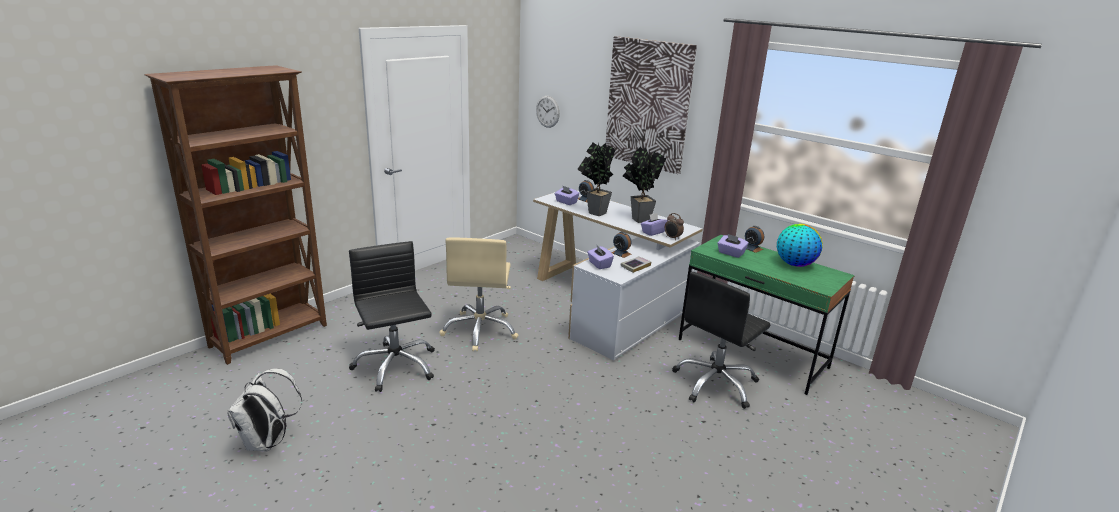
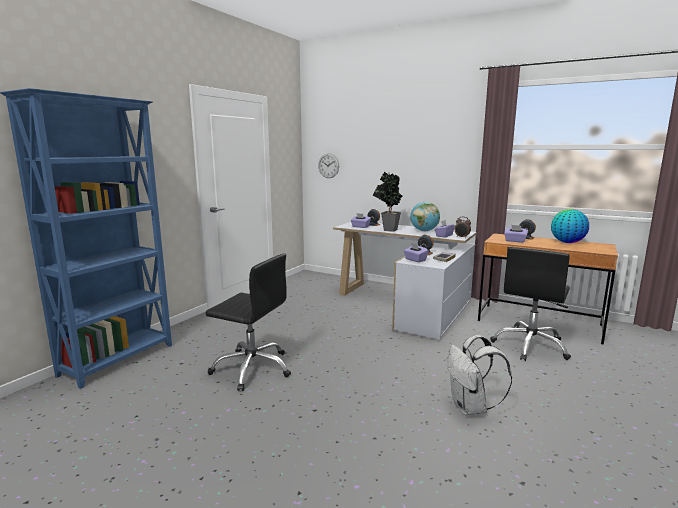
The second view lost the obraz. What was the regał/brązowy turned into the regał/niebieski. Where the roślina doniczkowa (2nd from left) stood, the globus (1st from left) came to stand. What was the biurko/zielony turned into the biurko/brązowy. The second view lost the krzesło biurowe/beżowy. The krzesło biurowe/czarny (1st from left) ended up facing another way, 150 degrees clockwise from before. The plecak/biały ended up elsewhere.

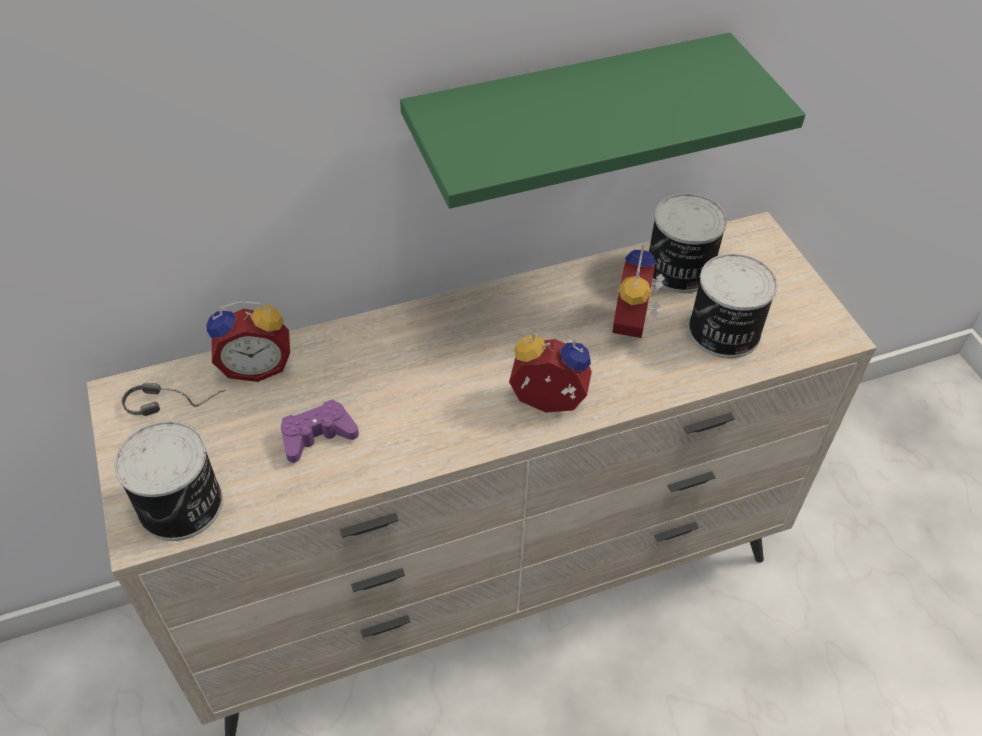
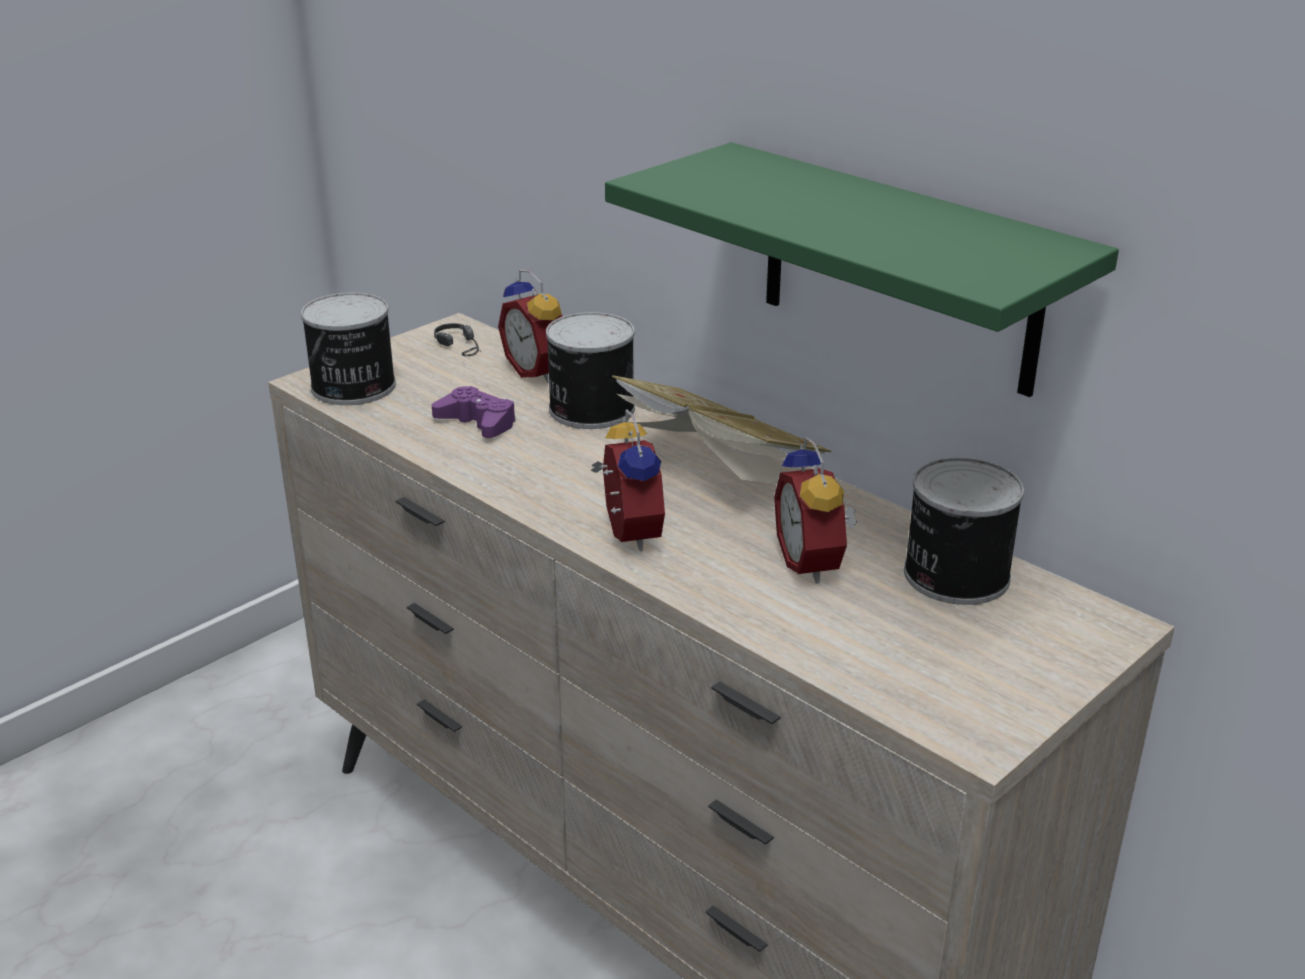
The budzik (3rd from left) ended up facing another way, 90 degrees counterclockwise from before. The puszka (3rd from left in the first image) ended up elsewhere. The second view gained the książka.

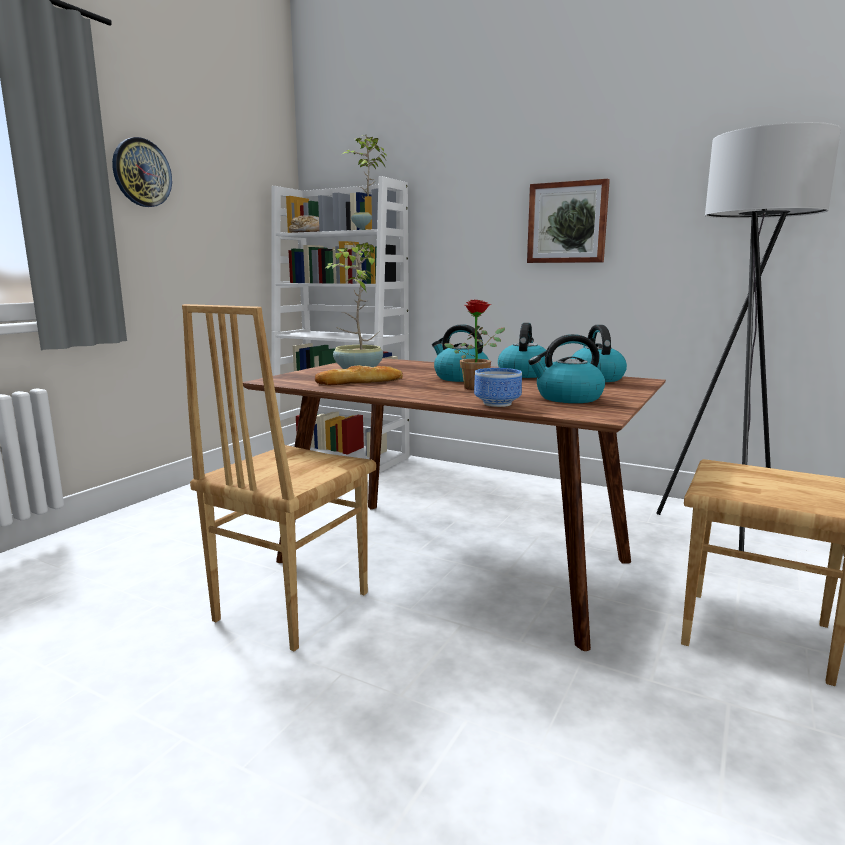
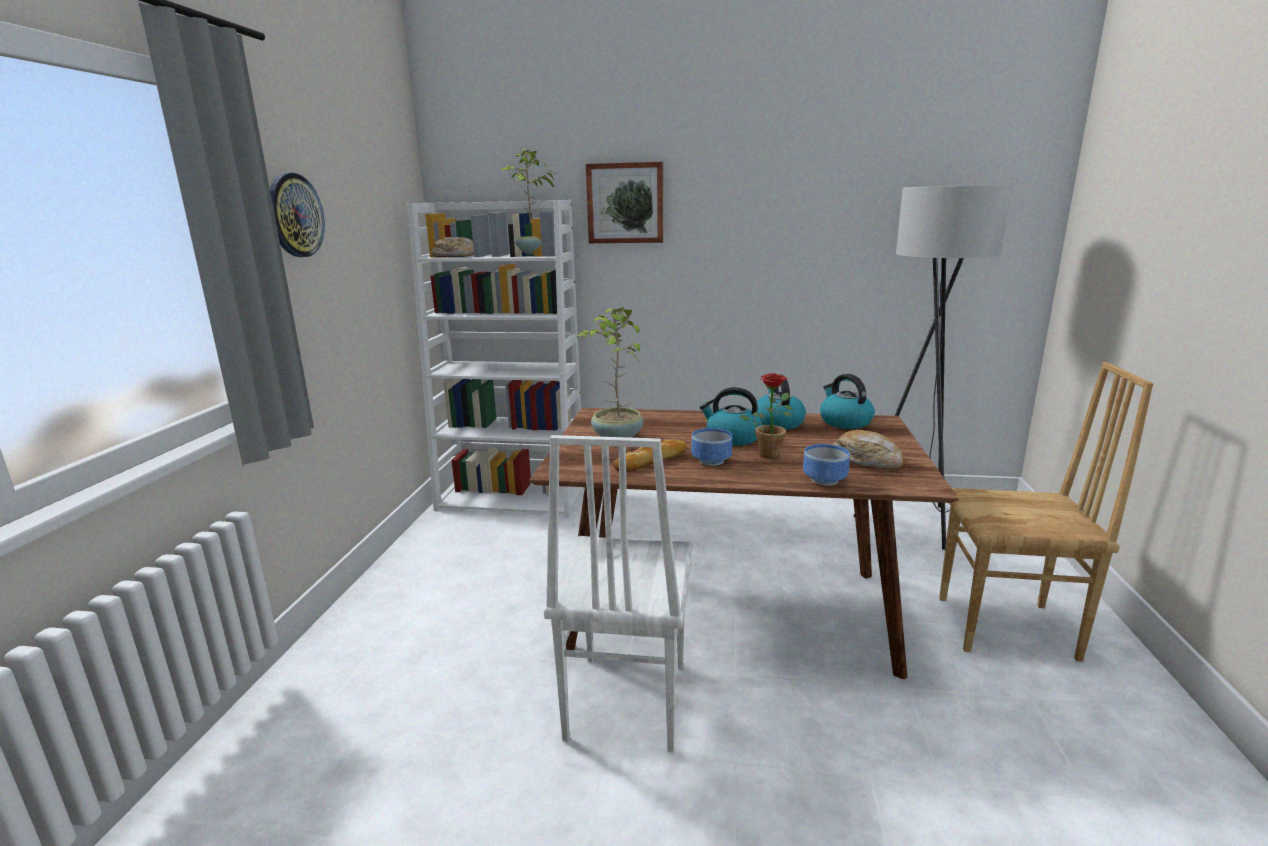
The obraz ended up elsewhere. What was the krzesło/brązowy (1st from left) turned into the krzesło/biały. Where the czajnik (3rd from left) stood, the chleb (3rd from left) came to stand. The second view gained the miska (1st from left).

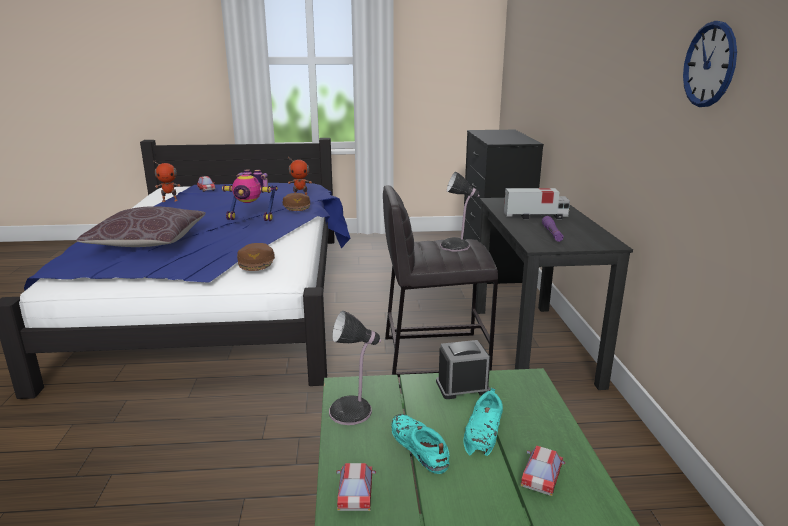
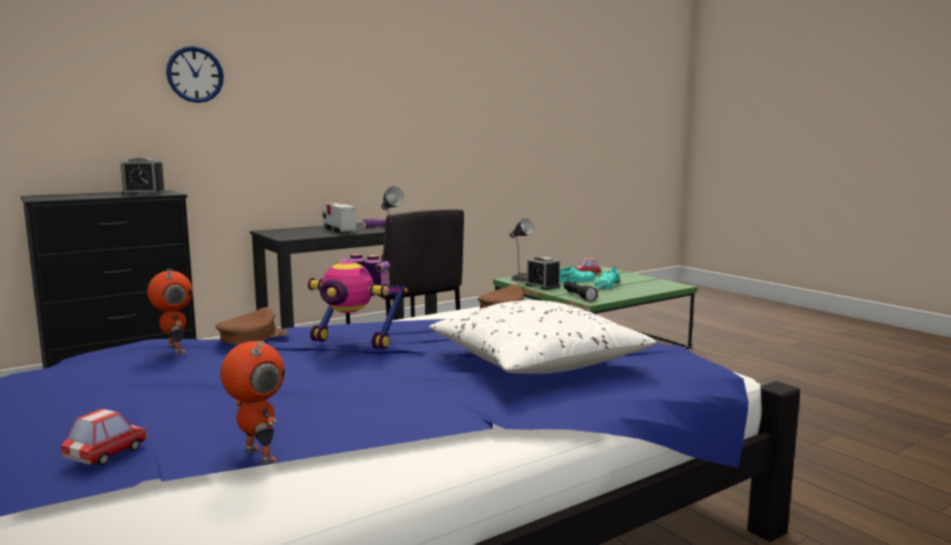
The zegar ścienny ended up elsewhere. The robot zabawkowy (2nd from left in the first image) ended up facing another way, 135 degrees clockwise from before. What was the poduszka/brązowy turned into the poduszka/biały. The lampa stołowa (1st from left in the first image) ended up elsewhere. The second view lost the samochodzik (2nd from left). The second view gained the budzik (1st from left). The second view gained the latarka/czarny.

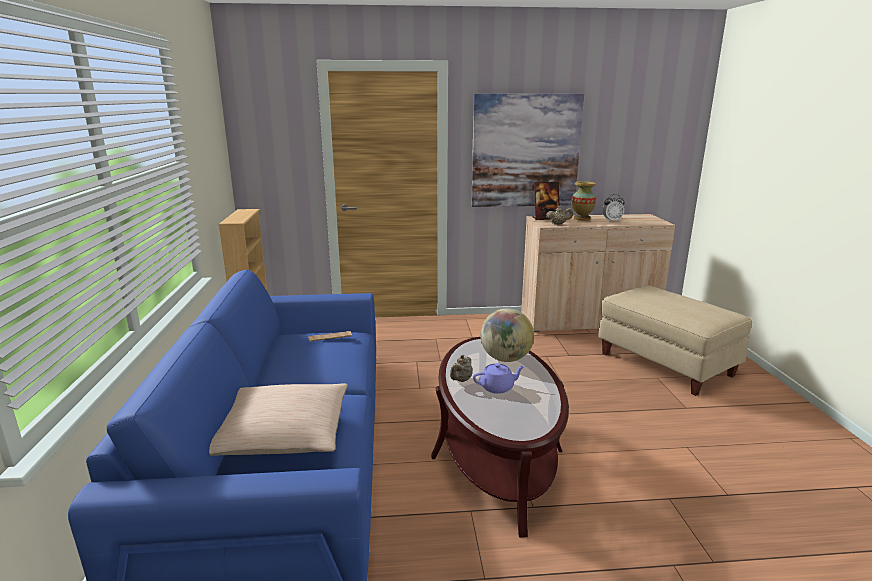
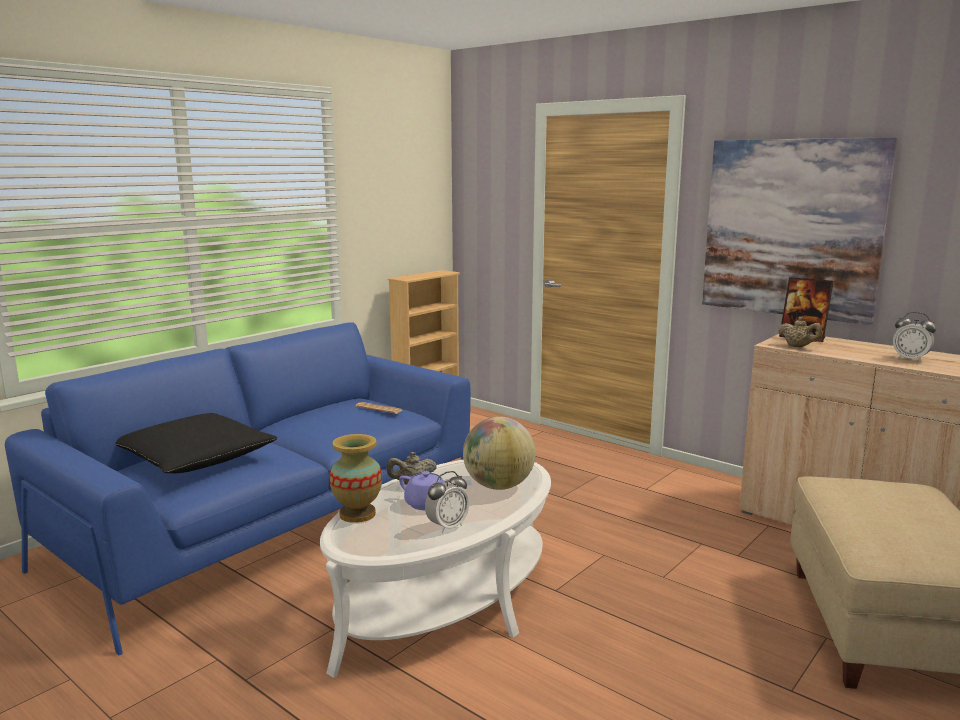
The wazon ended up elsewhere. What was the ława/brązowy turned into the ława/biały. What was the poduszka/beżowy turned into the poduszka/czarny. The second view gained the budzik (1st from left).

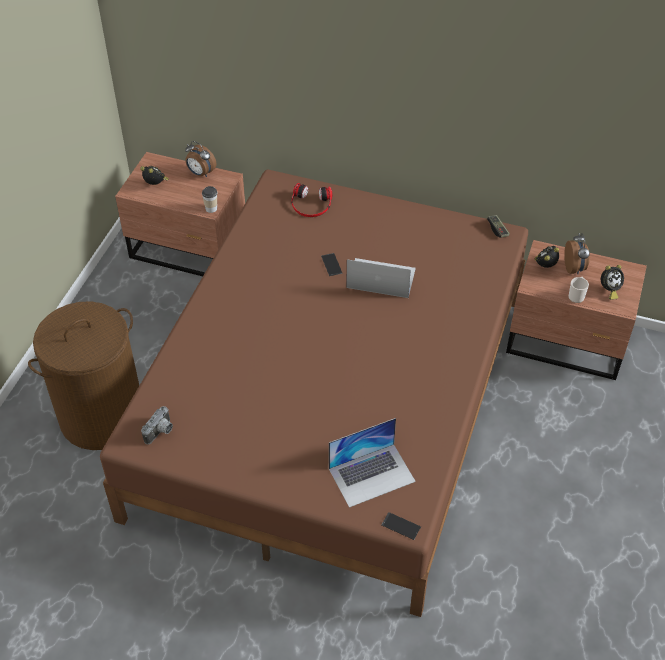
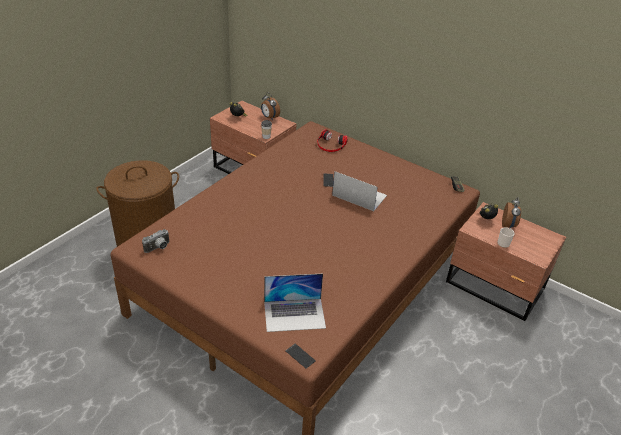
The second view lost the budzik (5th from left).

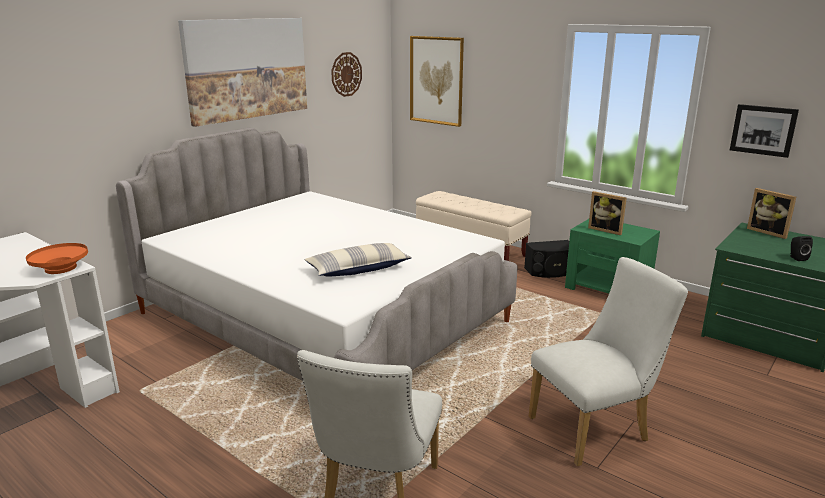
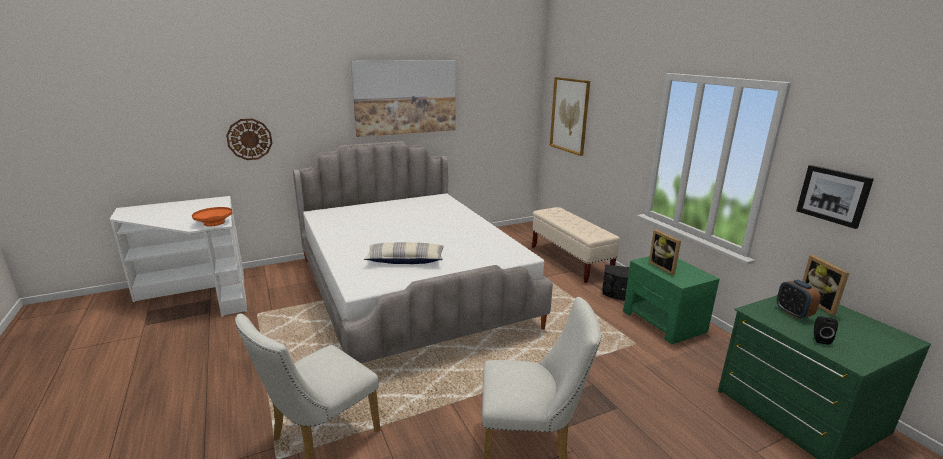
The zegar ścienny ended up elsewhere. The second view gained the budzik.

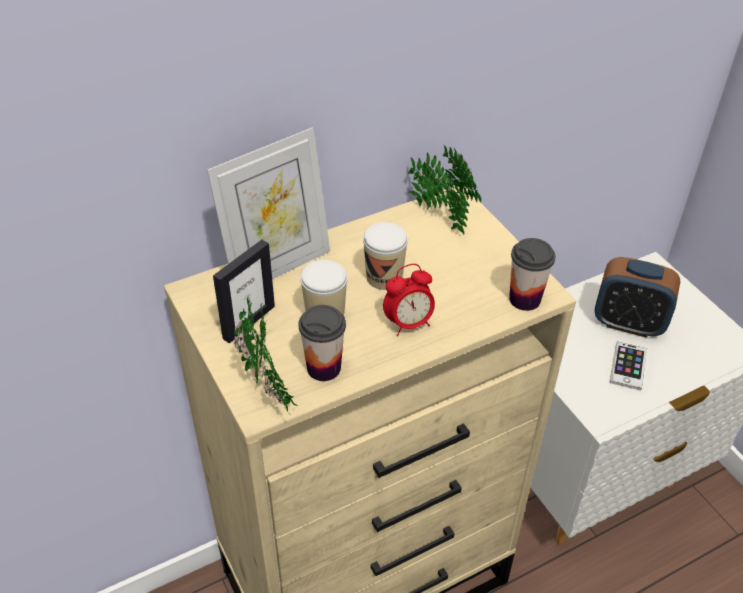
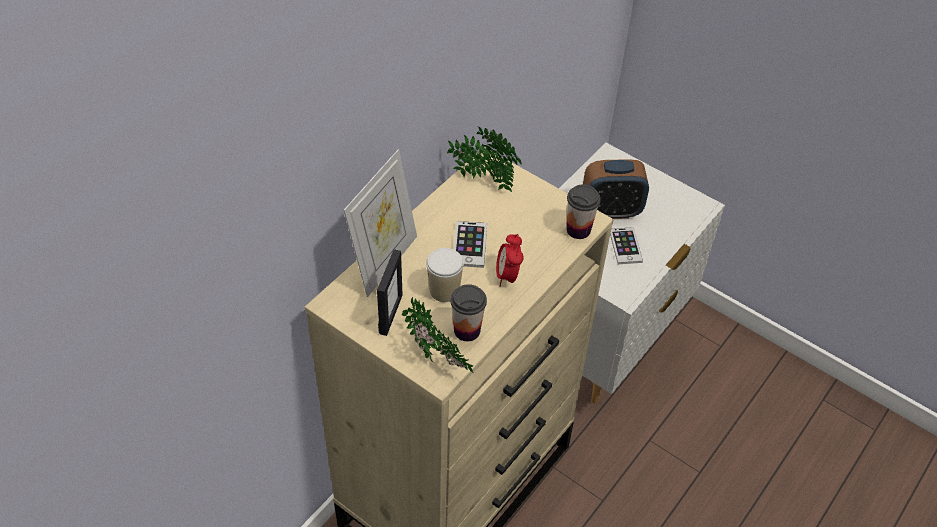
Where the filiżanka (3rd from left) stood, the telefon (1st from left) came to stand. The budzik (1st from left) ended up facing another way, 135 degrees clockwise from before.

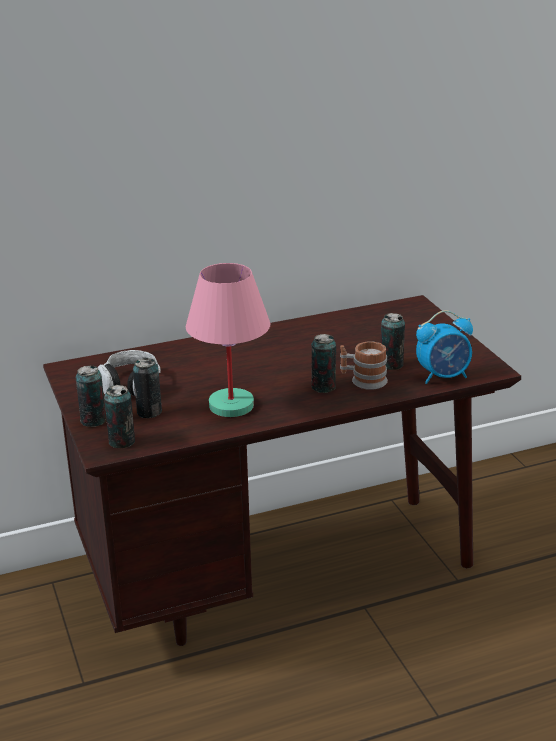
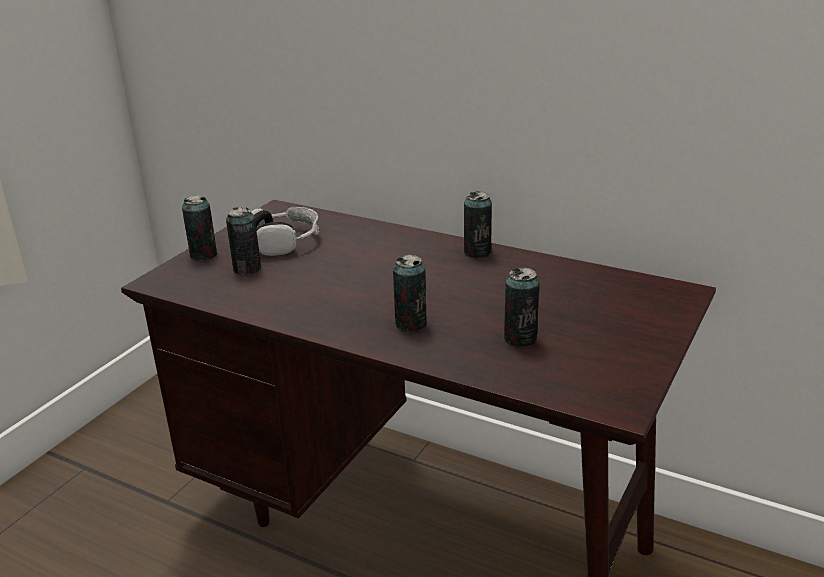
The second view lost the lampa stołowa/różowy. The second view lost the budzik. The second view lost the kubek. The puszka (2nd from left in the first image) ended up elsewhere.

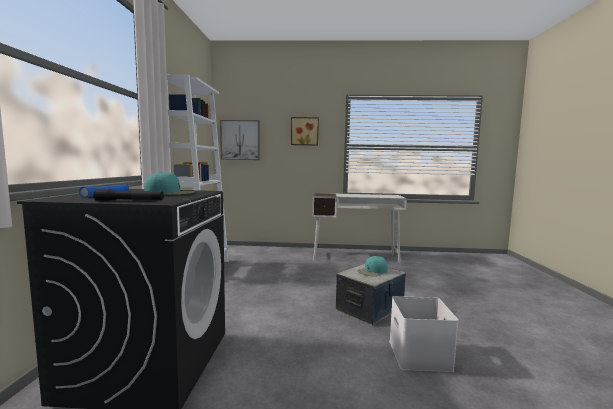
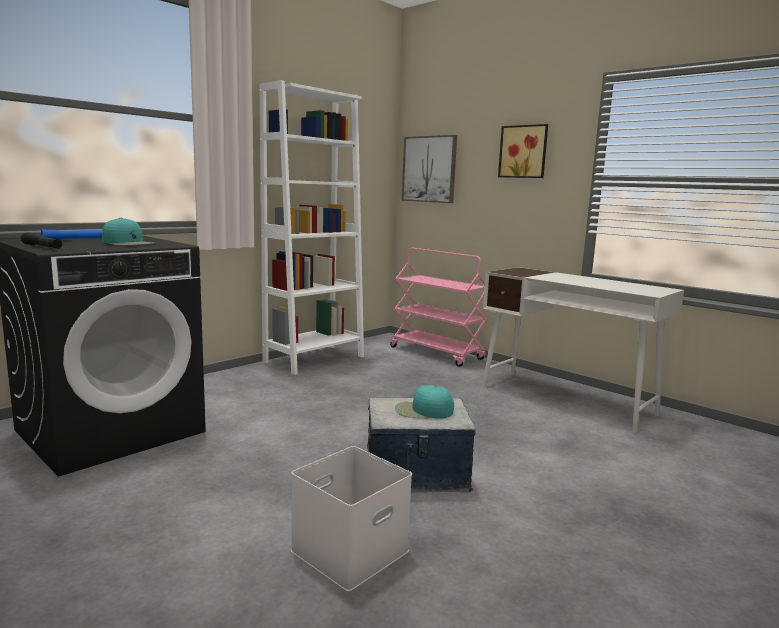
The second view gained the wózek/różowy.

